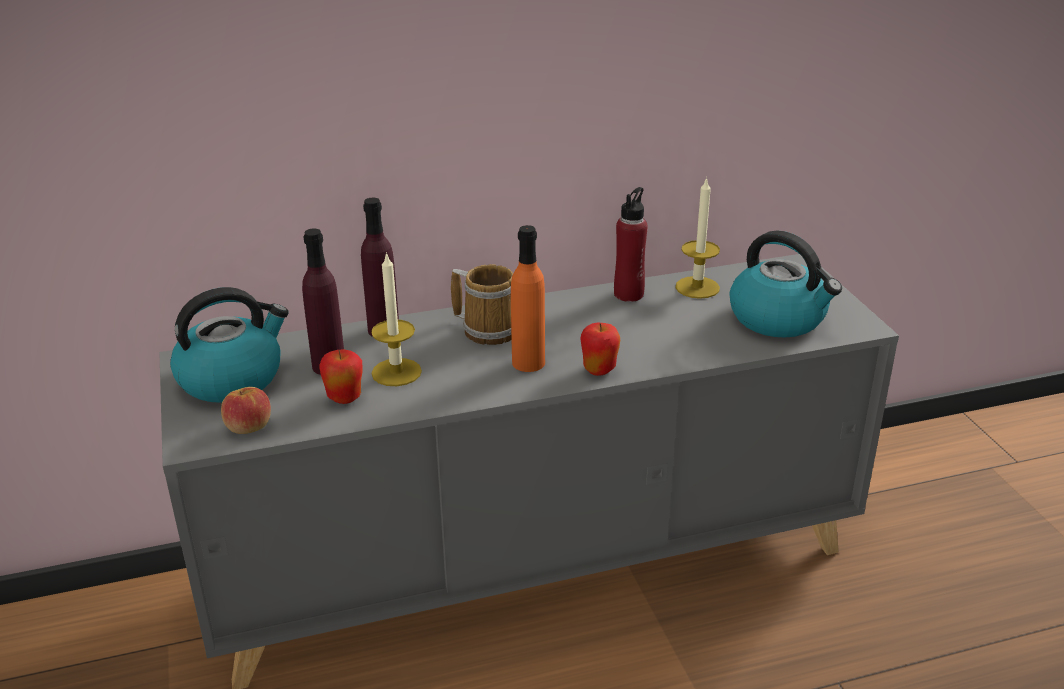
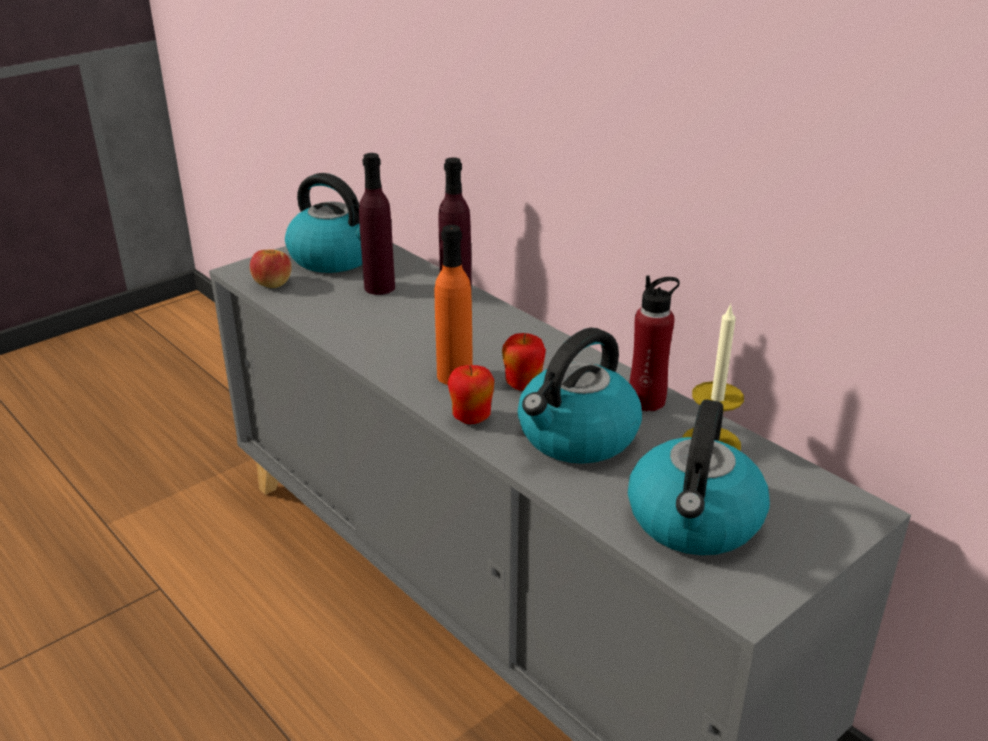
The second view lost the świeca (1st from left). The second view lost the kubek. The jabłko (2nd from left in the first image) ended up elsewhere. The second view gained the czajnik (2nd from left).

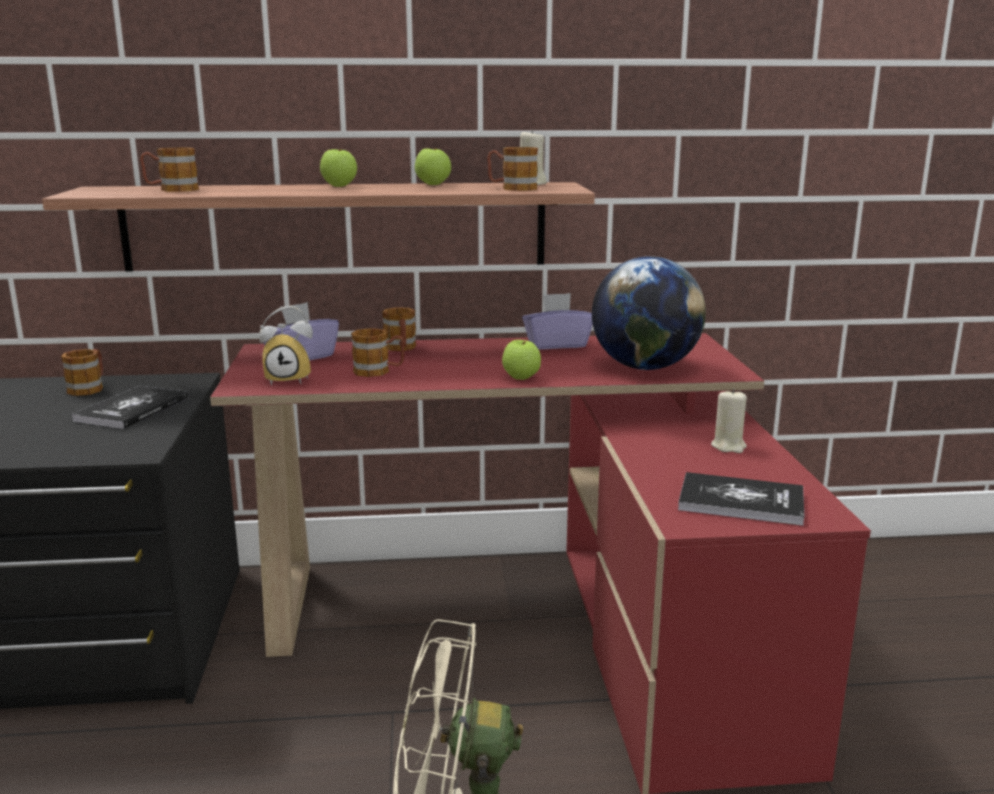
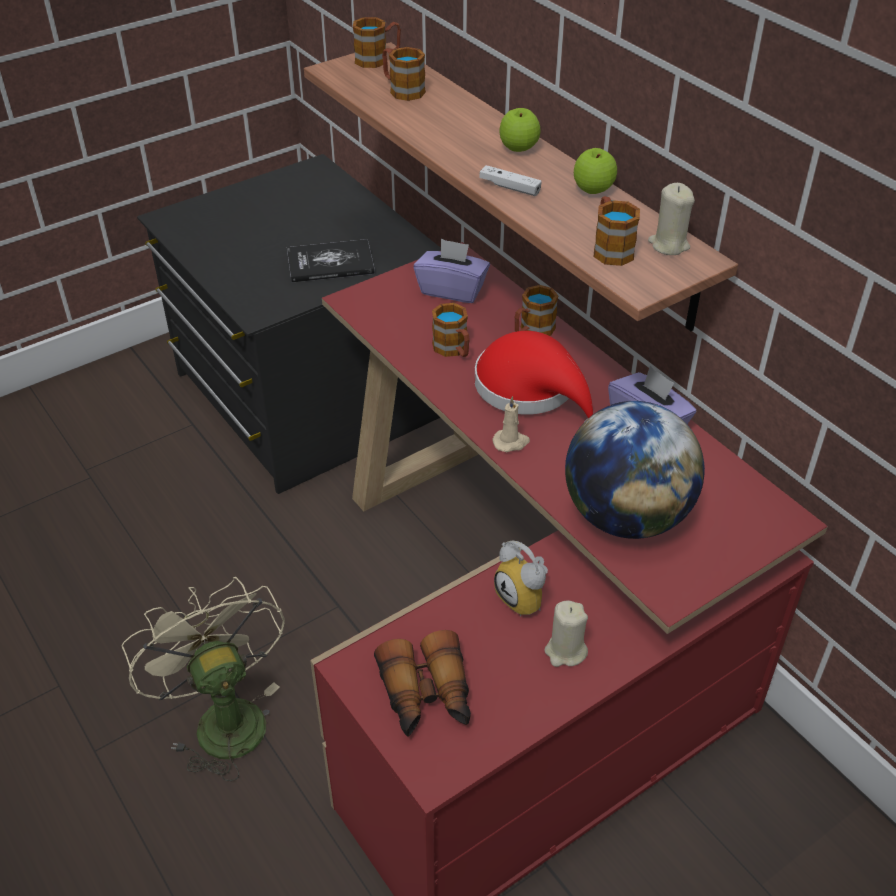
The budzik ended up elsewhere. Where the jabłko (3rd from left) stood, the świeca/beżowy (1st from left) came to stand. The kubek (1st from left) ended up elsewhere. Where the książka (2nd from left) stood, the lornetka came to stand. The second view gained the pad do gier/biały. The second view gained the kapelusz/czerwony.

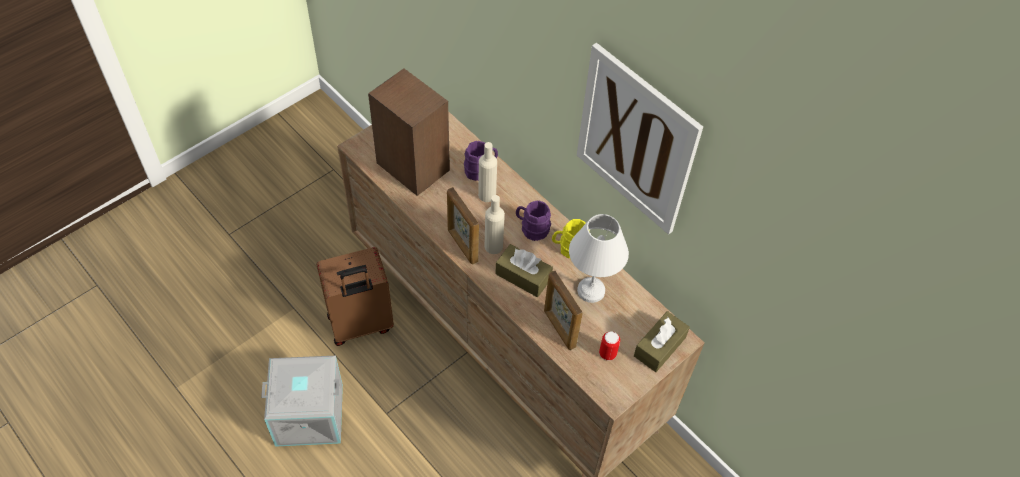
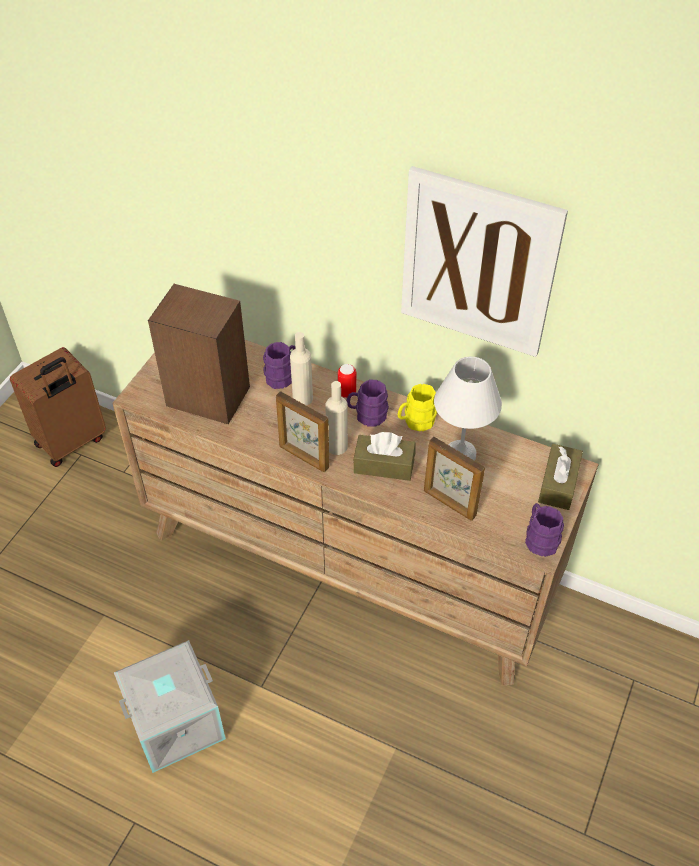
The walizka/brązowy ended up elsewhere. The puszka ended up elsewhere. The second view gained the kubek/fioletowy (3rd from left).

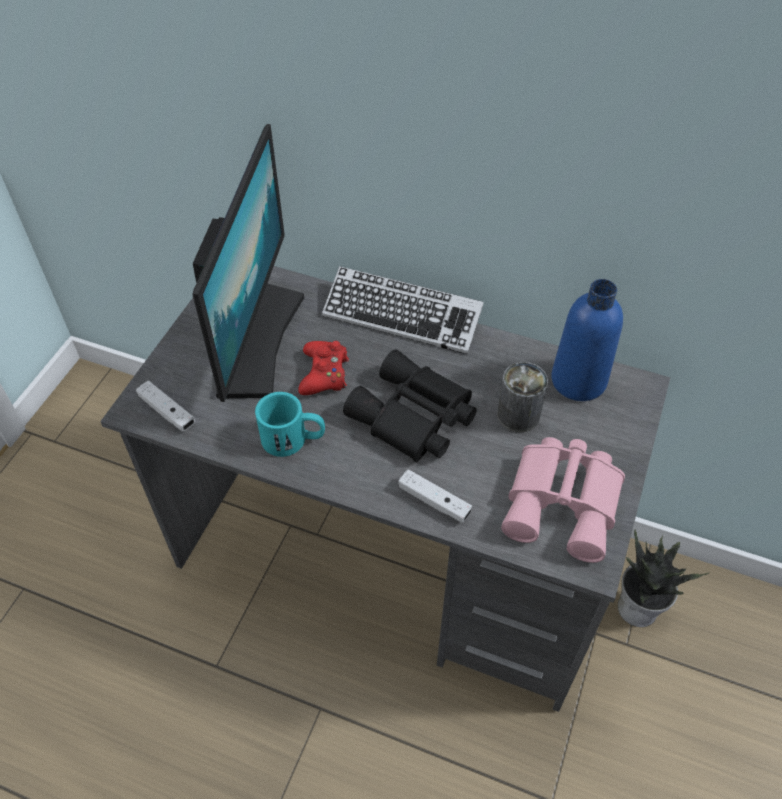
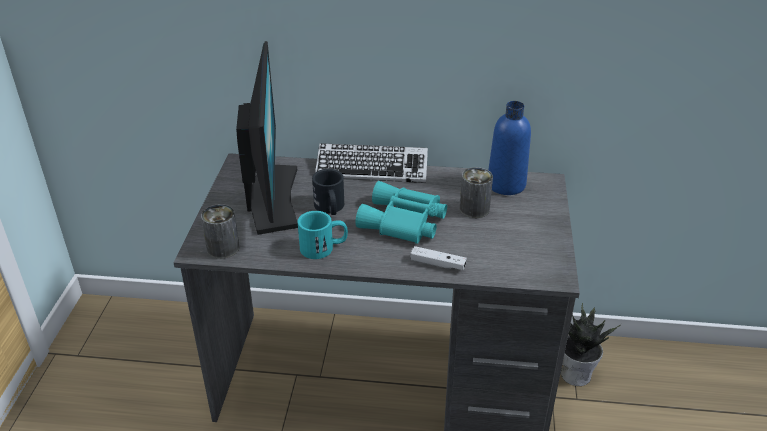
Where the pad do gier/czerwony stood, the kubek/czarny came to stand. What was the lornetka/czarny turned into the lornetka/turkusowy. Where the pad do gier/biały (1st from left) stood, the puszka (1st from left) came to stand. The second view lost the lornetka/różowy.

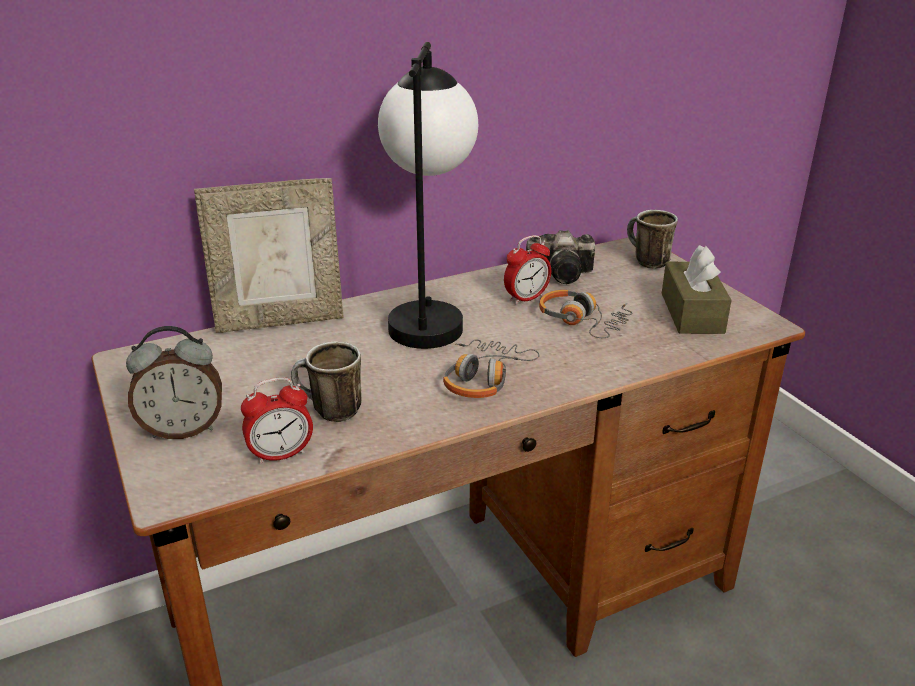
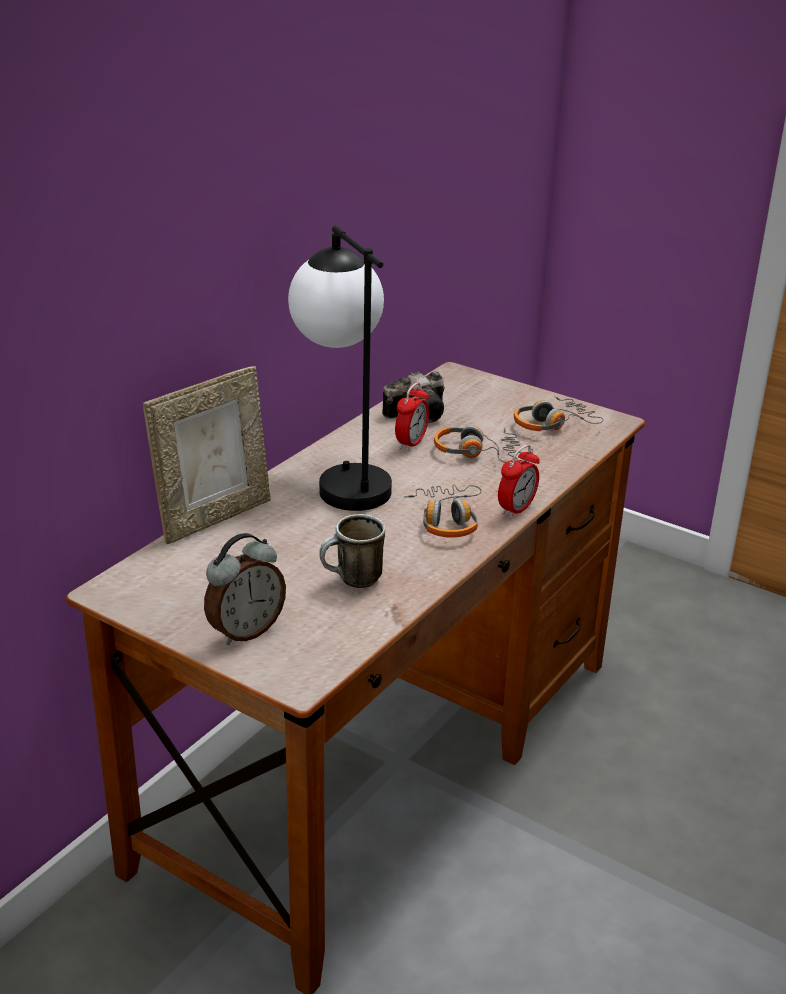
The second view lost the kubek (2nd from left). Where the pudełko chusteczek/brązowy stood, the słuchawki (3rd from left) came to stand. The budzik (2nd from left in the first image) ended up elsewhere.

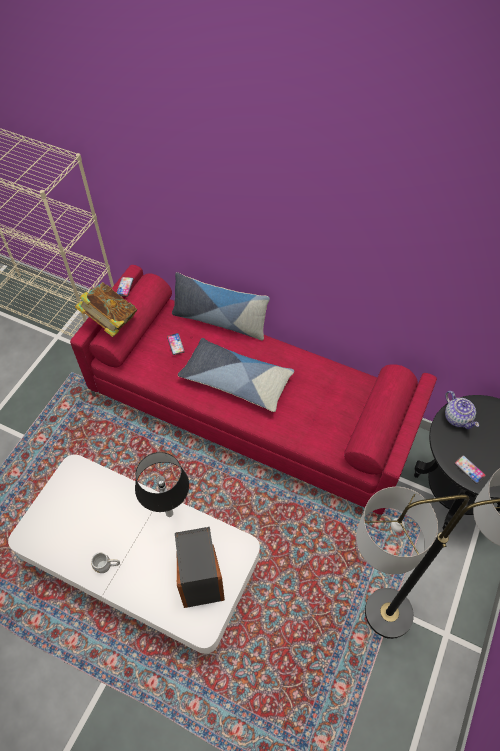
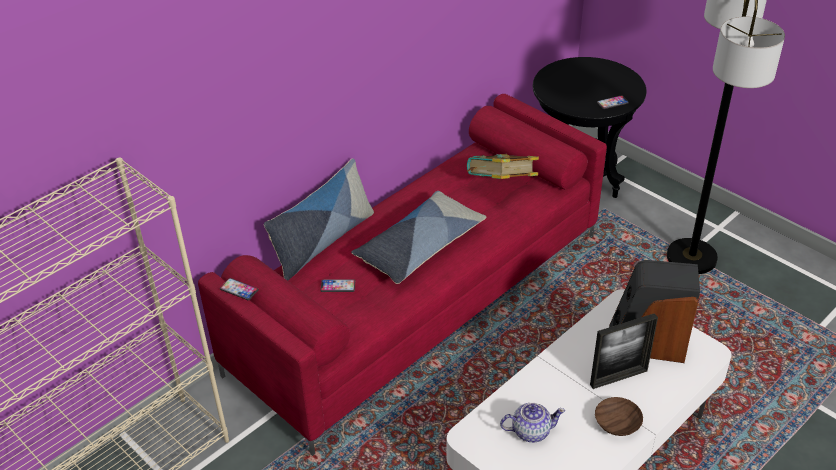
The książka ended up elsewhere. The imbryk ended up elsewhere. The second view lost the lampa stołowa. Where the kubek/szary stood, the miska/brązowy came to stand. The second view gained the ramka na zdjęcie.

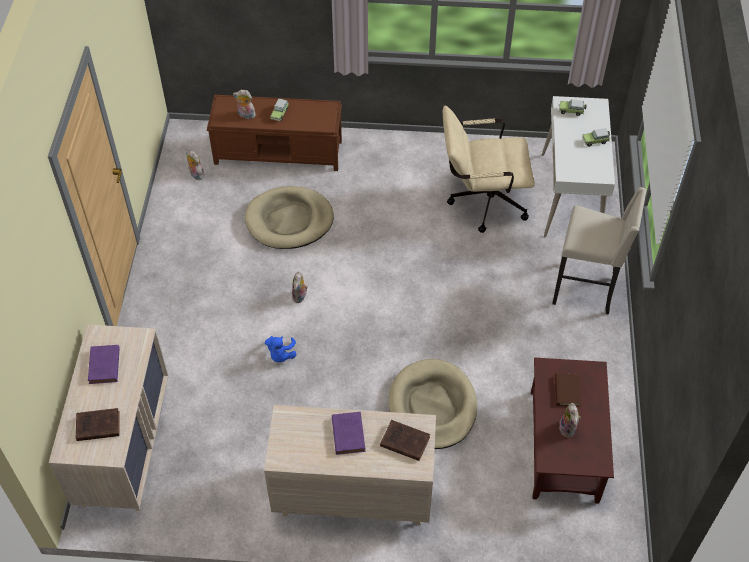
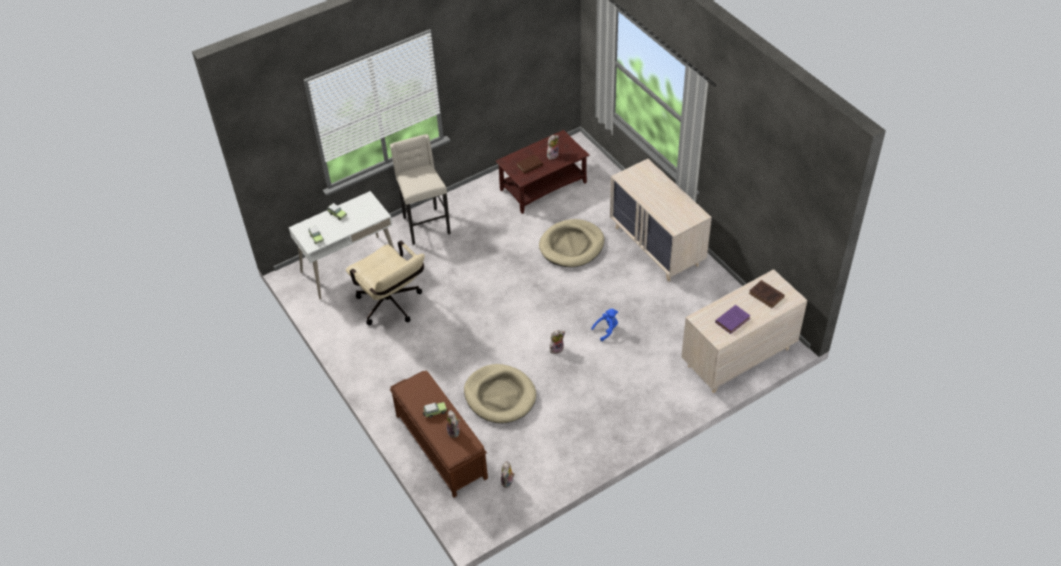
The second view lost the książka/fioletowy (2nd from left). The second view lost the książka/brązowy (2nd from left).

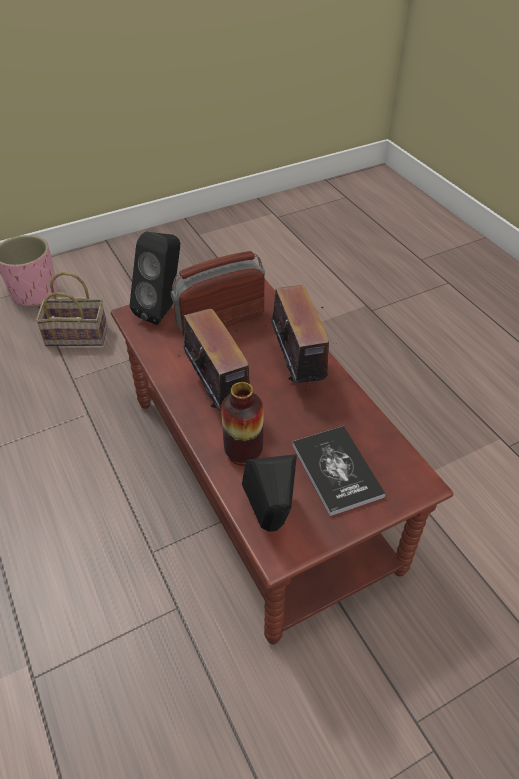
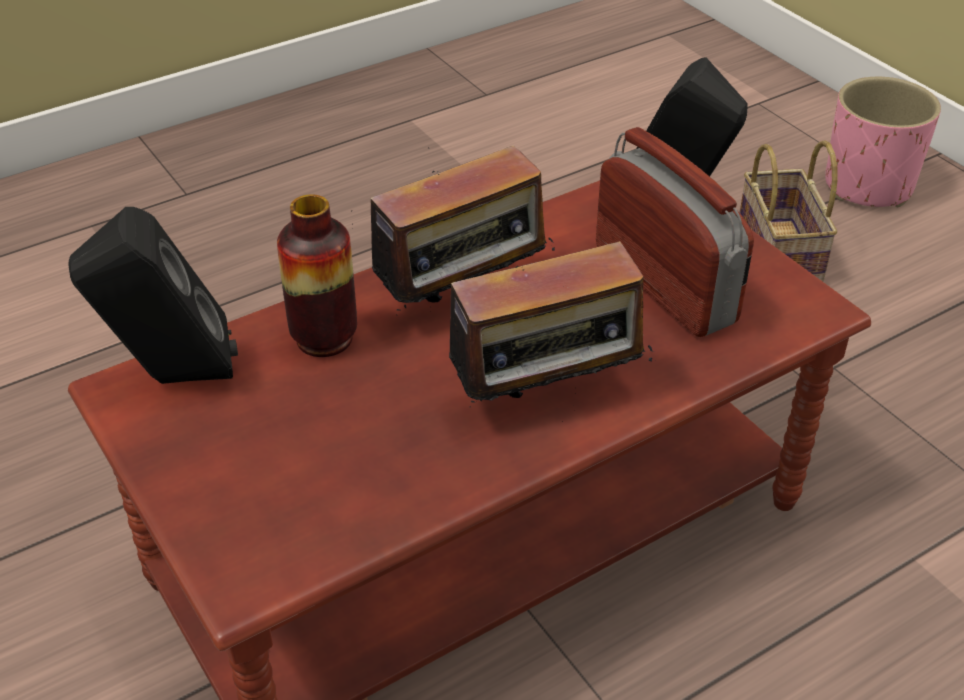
The second view lost the książka.

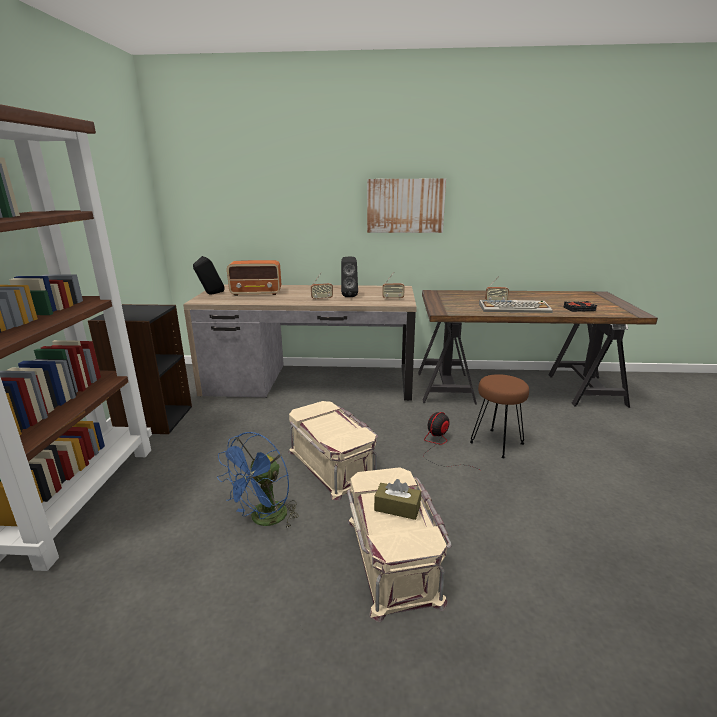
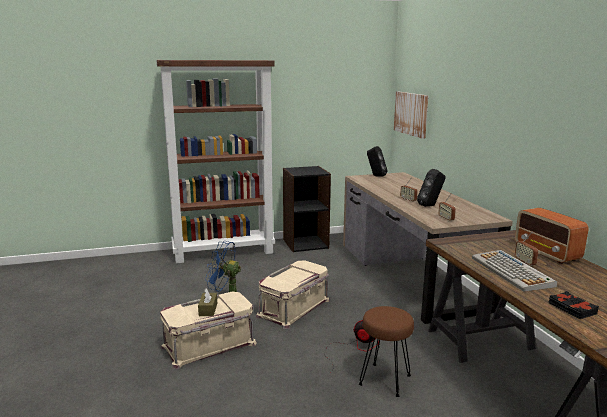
The obraz ended up elsewhere. The radio (1st from left in the first image) ended up elsewhere.

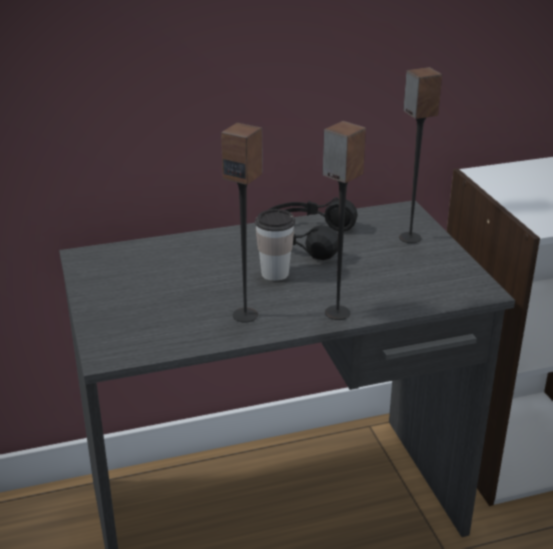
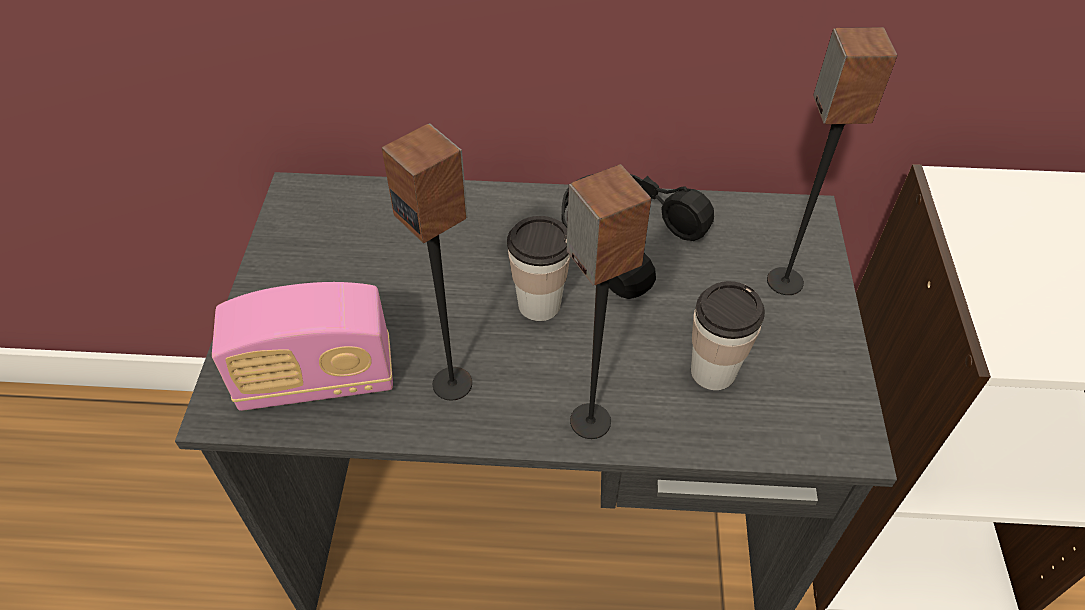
The second view gained the filiżanka (2nd from left). The second view gained the radio.

